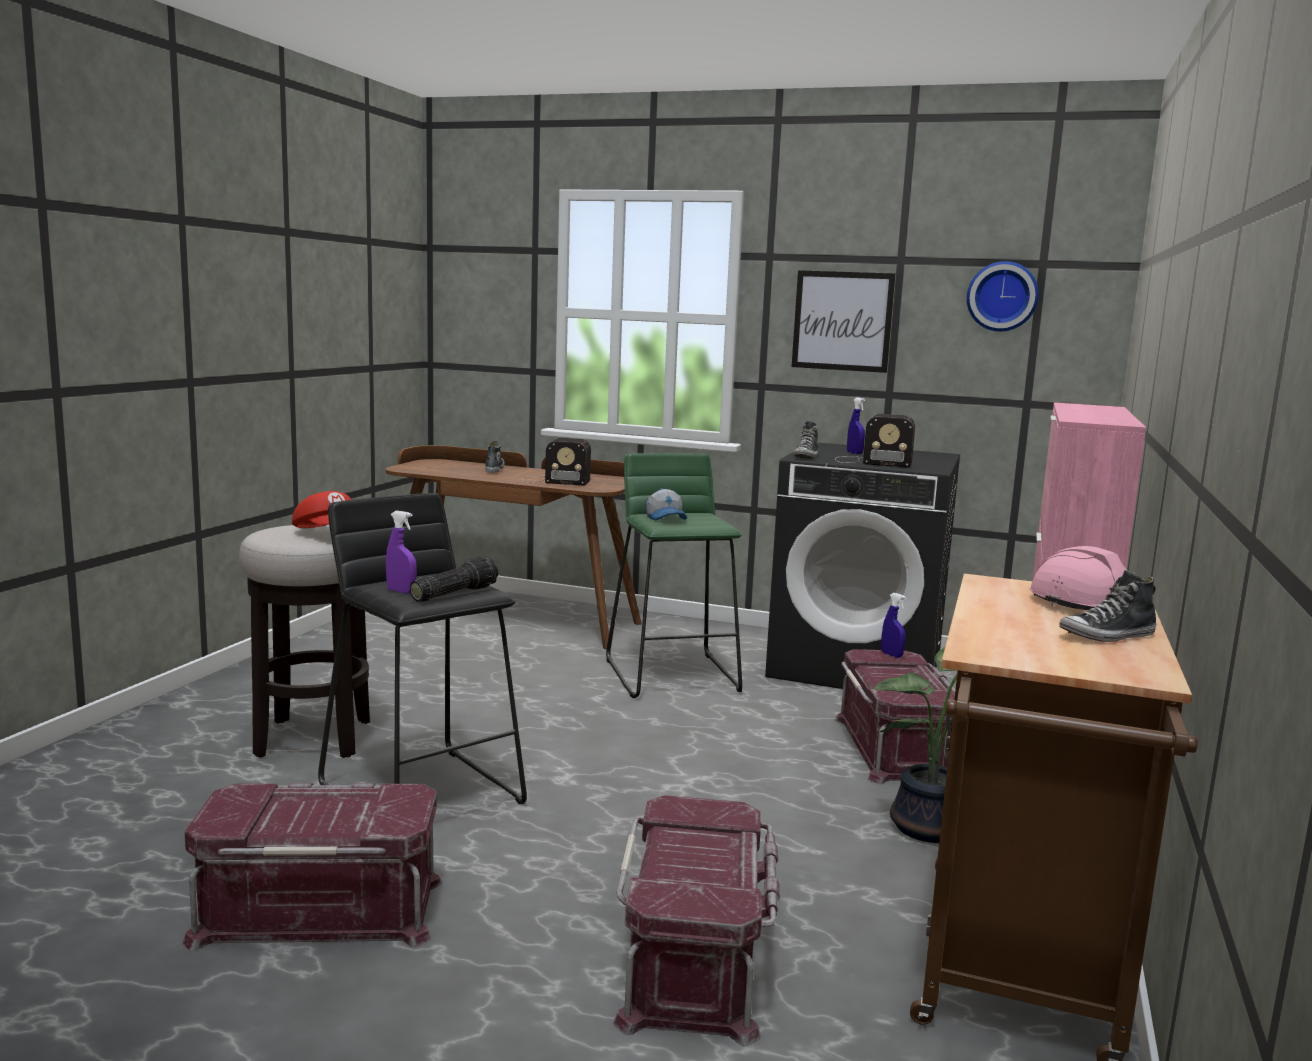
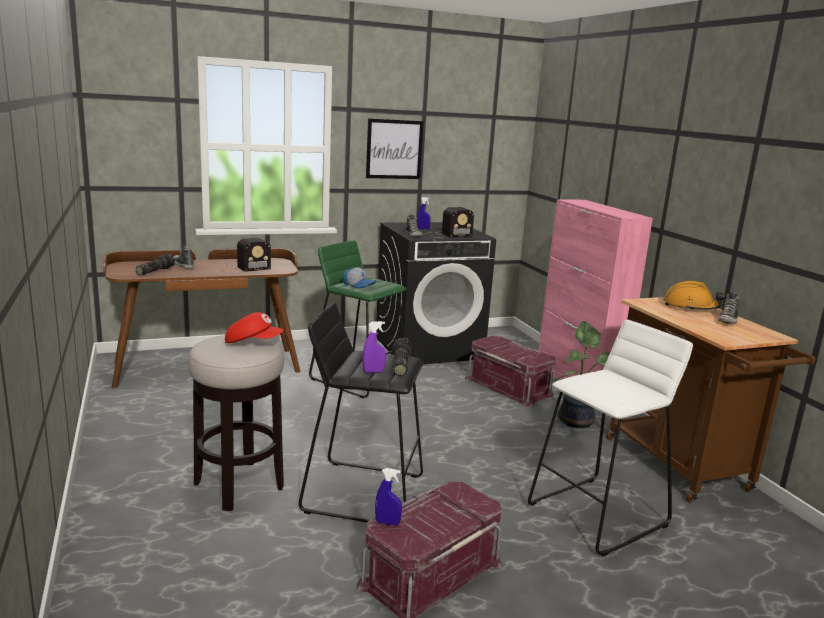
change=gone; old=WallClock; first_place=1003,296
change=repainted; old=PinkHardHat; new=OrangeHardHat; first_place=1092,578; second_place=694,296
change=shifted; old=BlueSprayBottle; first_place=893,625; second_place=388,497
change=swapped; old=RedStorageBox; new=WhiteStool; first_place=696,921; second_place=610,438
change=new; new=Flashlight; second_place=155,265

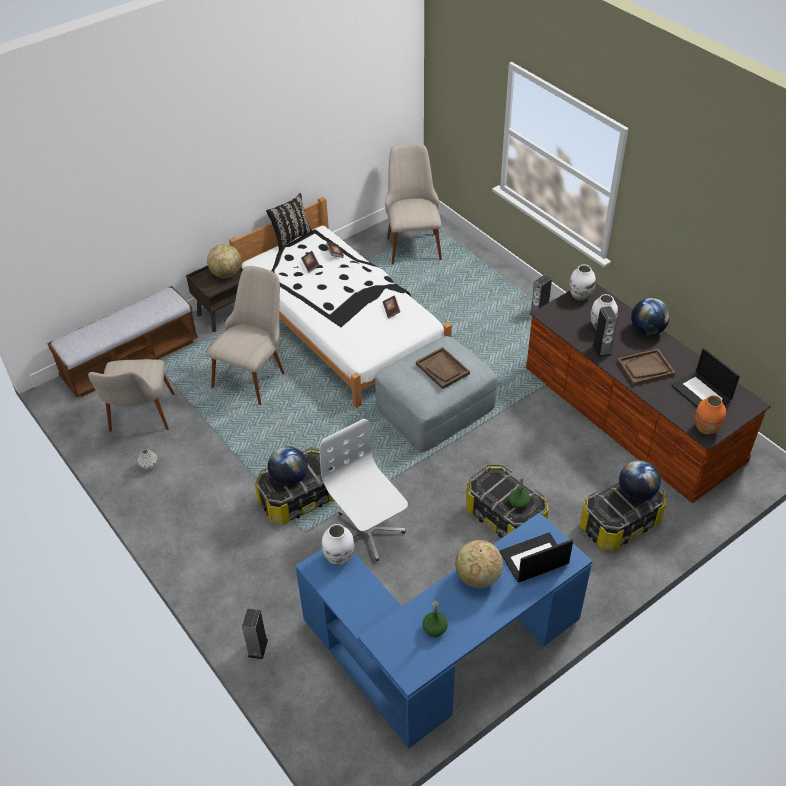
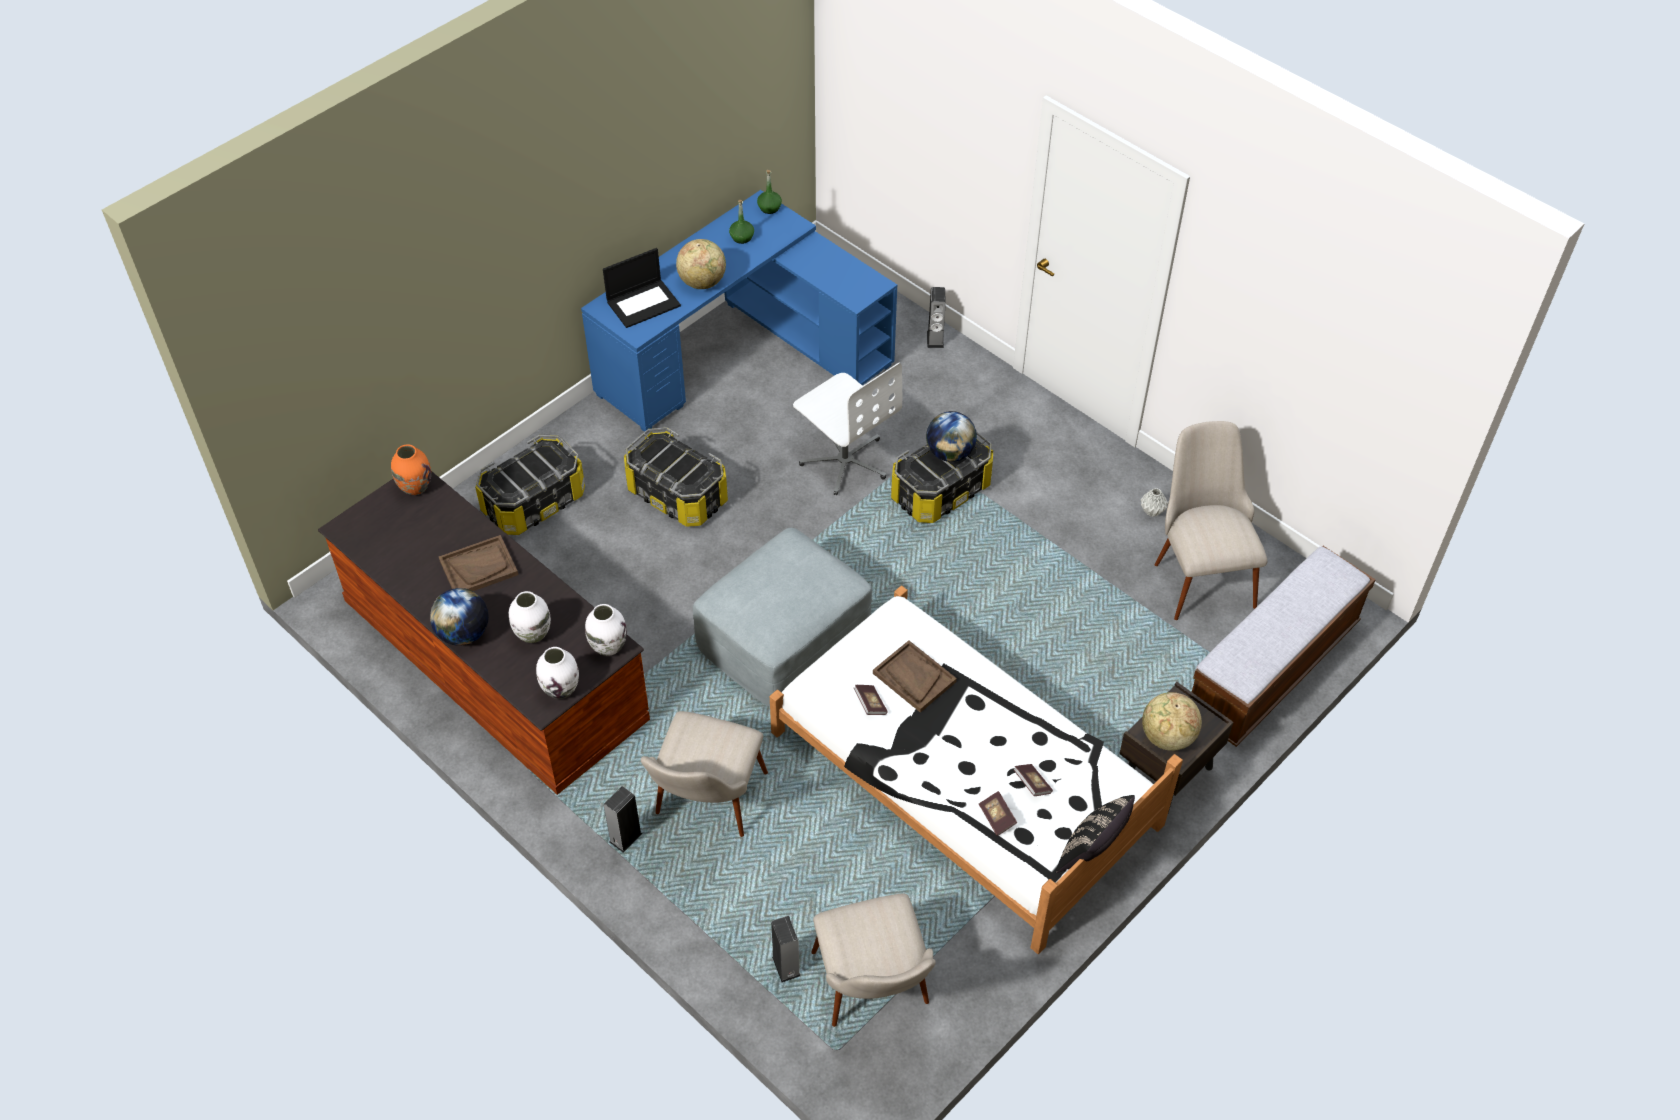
change=shifted; old=BeigeChair; first_place=246,335; second_place=704,774
change=shifted; old=Speaker; first_place=604,332; second_place=785,949
change=shifted; old=BrownTray; first_place=443,368; second_place=915,676
change=gone; old=Laptop; first_place=706,377
change=gone; old=Globe; first_place=640,480
change=shifted; old=GreenBottle; first_place=519,492; second_place=769,192
change=shifted; old=WhiteVase; first_place=338,544; second_place=606,630

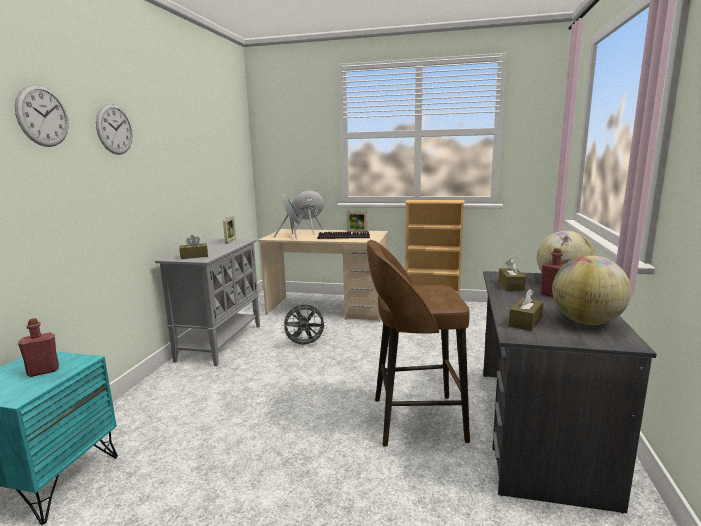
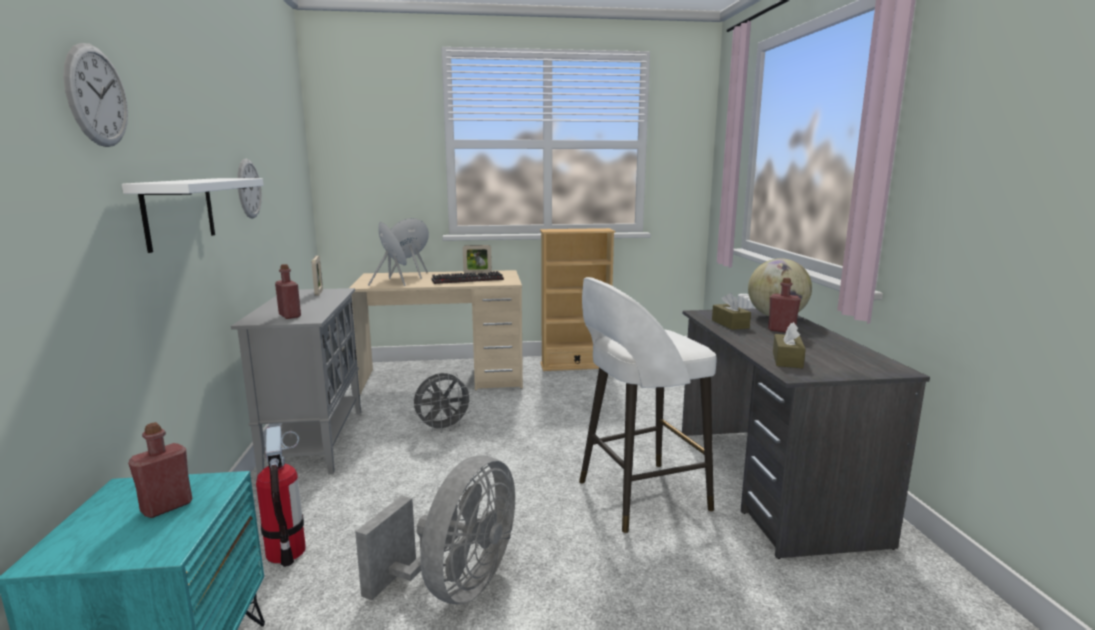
change=shifted; old=WallClock; first_place=114,129; second_place=249,189
change=swapped; old=BrownTissueBox; new=RedBottle; first_place=193,247; second_place=288,291
change=repainted; old=BrownStool; new=WhiteStool; first_place=418,343; second_place=648,405
change=gone; old=Globe; first_place=591,290
change=new; new=WhiteShelf; second_place=192,215
change=new; new=FireExtinguisher; second_place=281,496
change=new; new=GreyFan; second_place=435,529

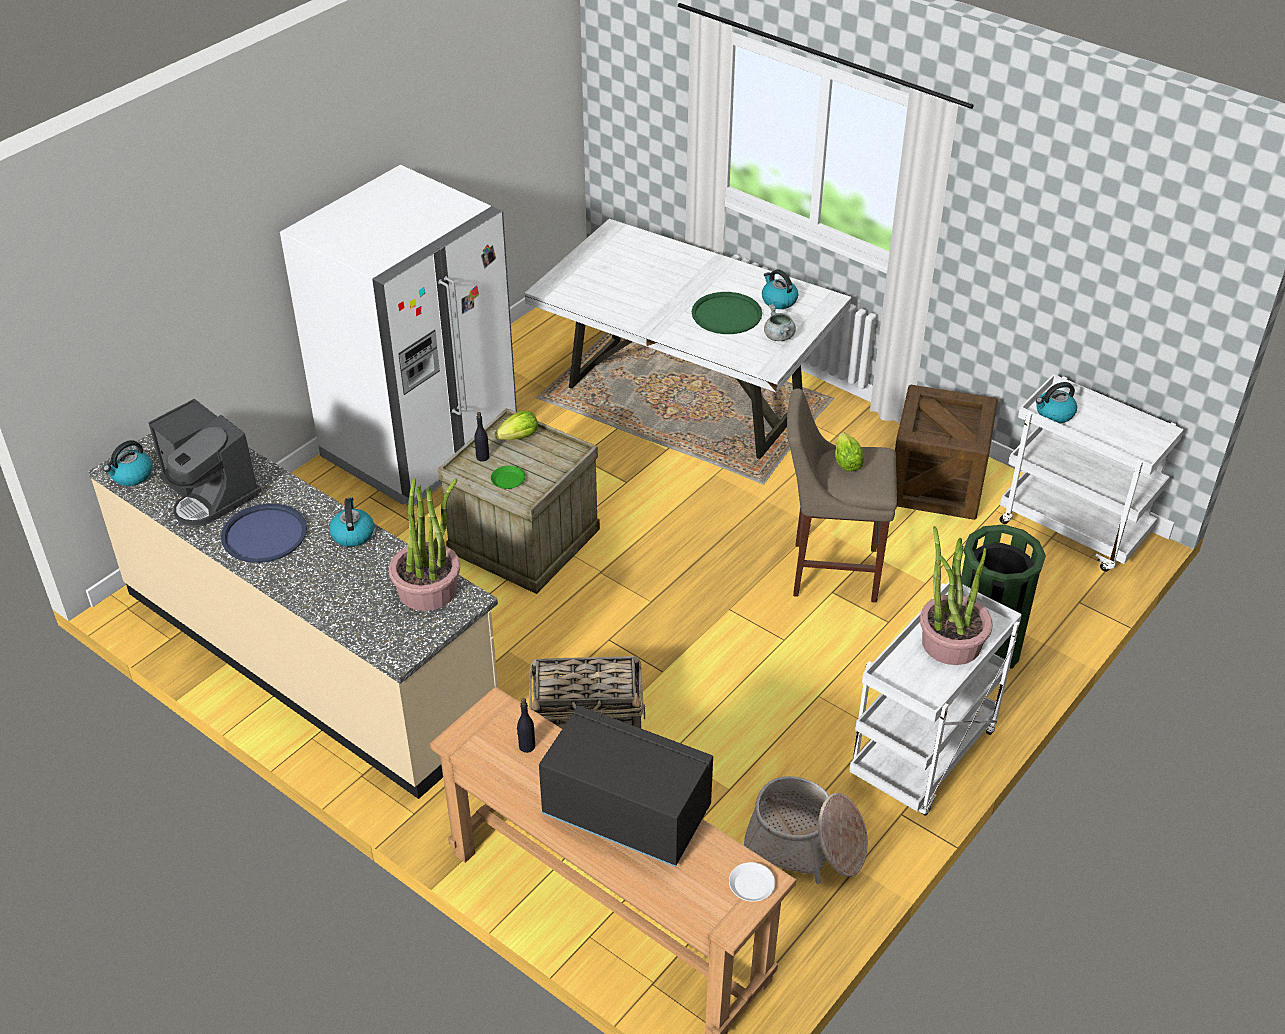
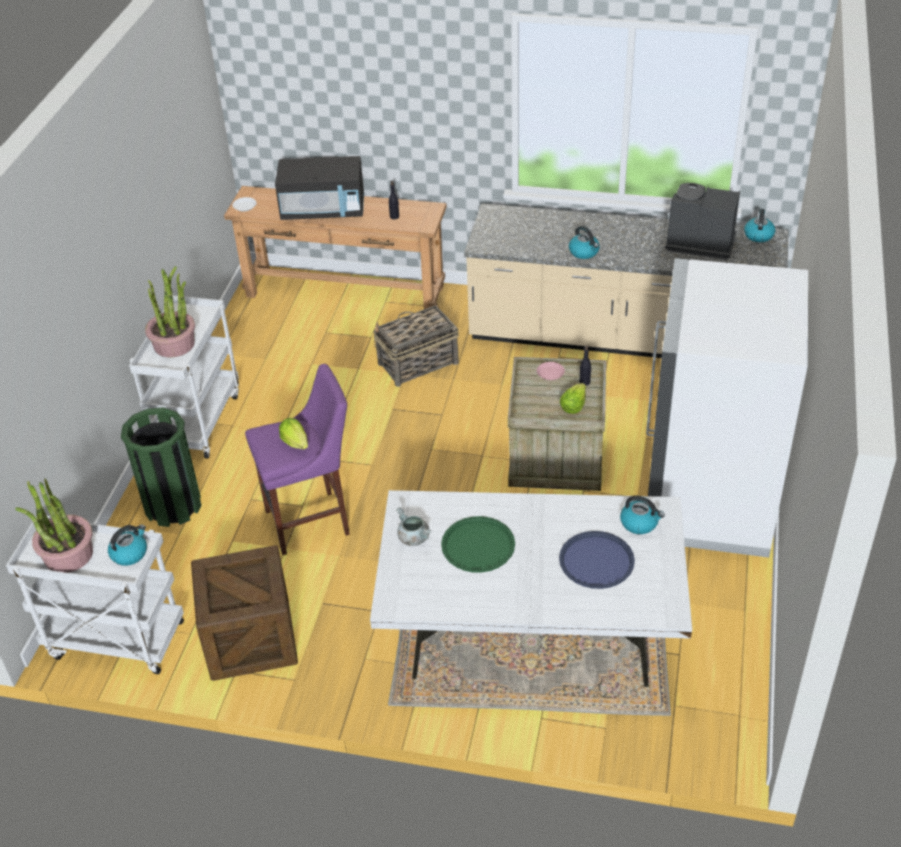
change=shifted; old=Kettle; first_place=780,289; second_place=642,515
change=repainted; old=BeigeStool; new=PurpleStool; first_place=842,495; second_place=297,459
change=repainted; old=GreenPlate; new=PinkPlate; first_place=508,477; second_place=551,371
change=shifted; old=PottedPlant; first_place=424,544; second_place=54,525
change=shifted; old=BlueTray; first_place=264,533; second_place=597,560
change=gone; old=Basket; first_place=806,830

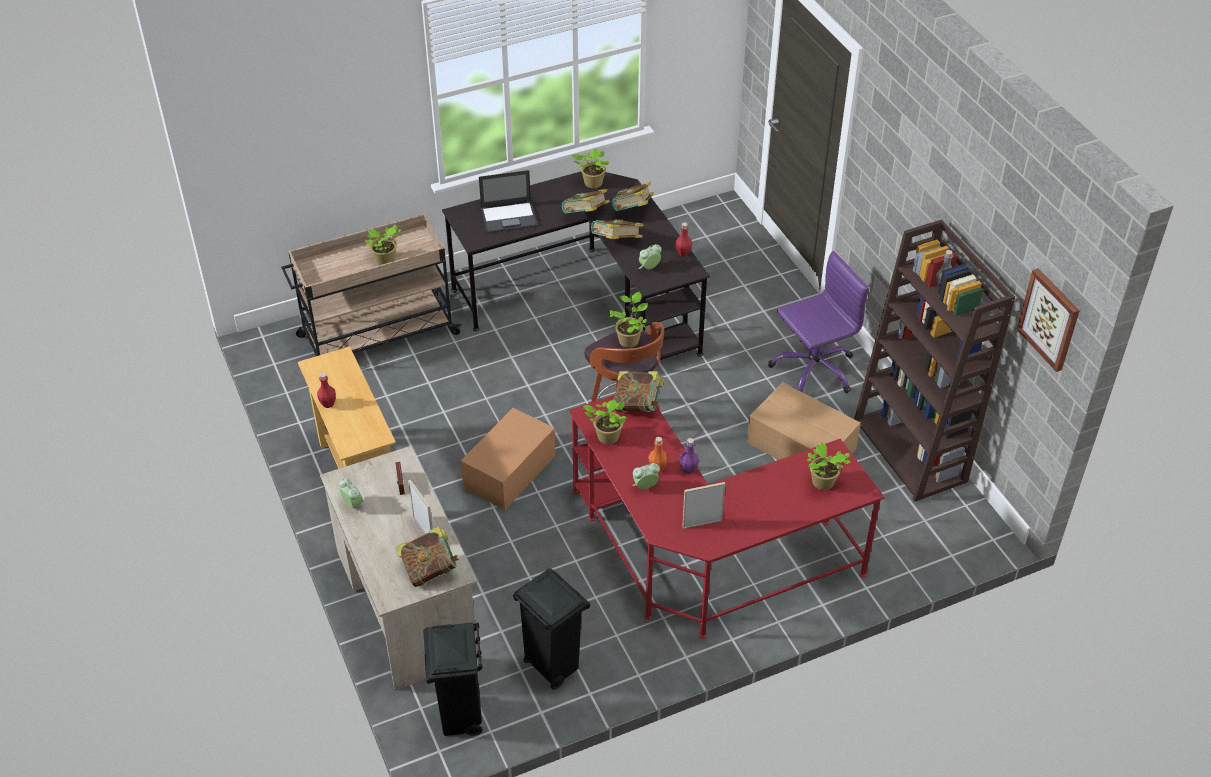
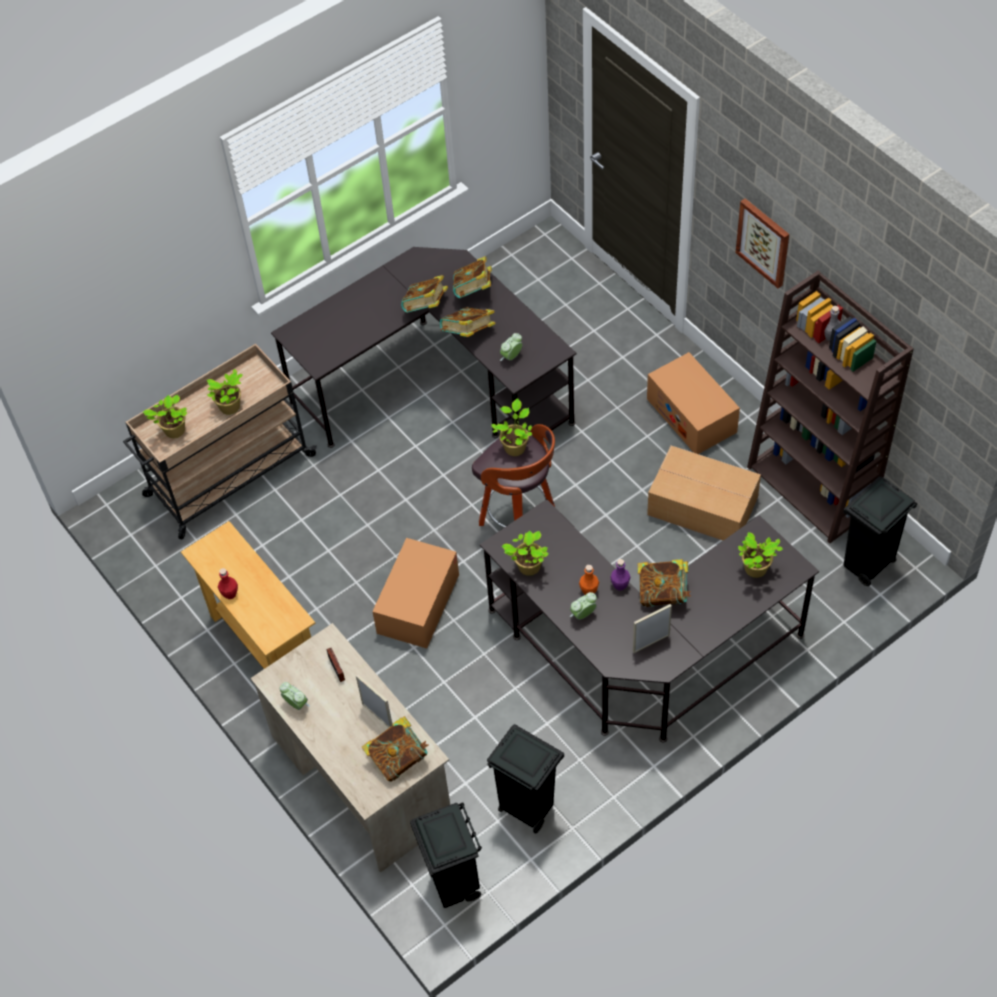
change=shifted; old=PottedPlant; first_place=590,168; second_place=165,416
change=gone; old=Laptop; first_place=508,202
change=gone; old=RedBottle; first_place=683,240
change=swapped; old=PurpleOfficeChair; new=CardboardBox; first_place=818,322; second_place=693,403
change=shifted; old=Picture; first_place=1048,320; second_place=762,243
change=shifted; old=Book; first_place=639,391; second_place=664,583
change=repainted; old=RedDesk; new=BlackDesk; first_place=727,516; second_place=649,621
change=new; new=BlackTrashCan; second_place=880,531

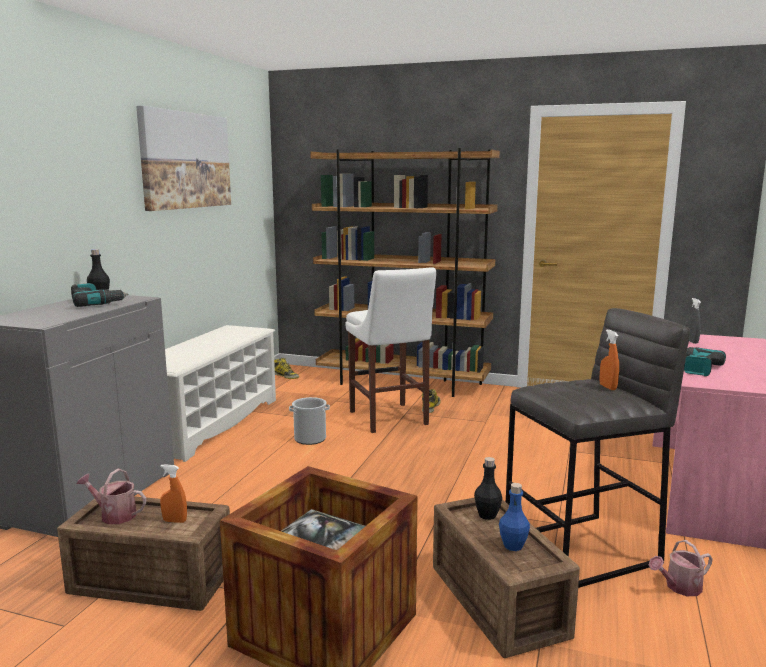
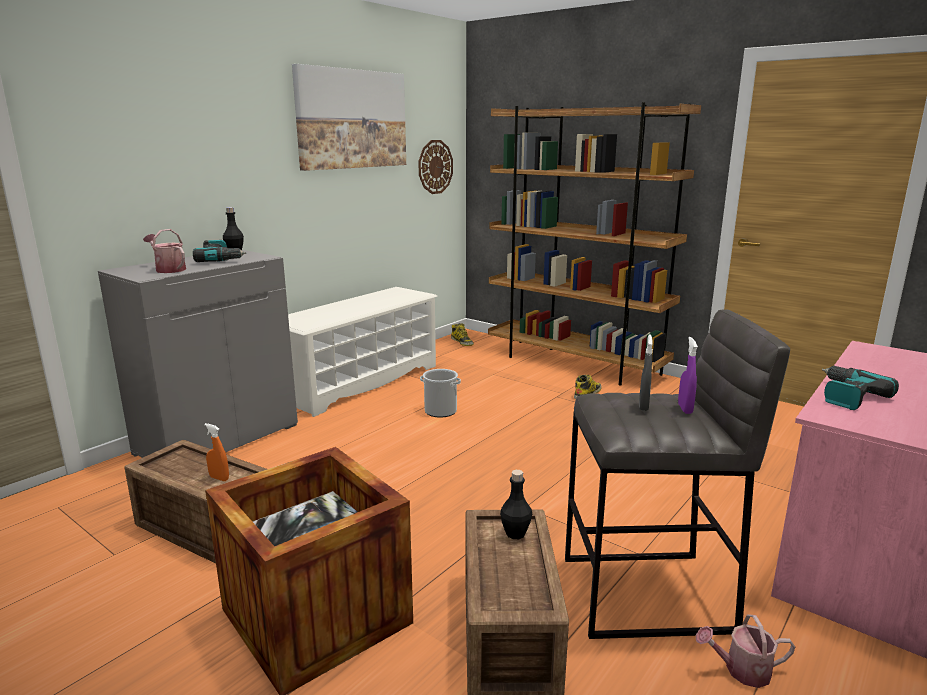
change=gone; old=WhiteStool; first_place=390,350
change=shifted; old=GreySprayBottle; first_place=693,321; second_place=646,372
change=repainted; old=OrangeSprayBottle; new=PurpleSprayBottle; first_place=609,359; second_place=688,375
change=shifted; old=WateringCan; first_place=111,496; second_place=164,251
change=gone; old=BlueBottle; first_place=514,517
change=new; new=WallClock; second_place=435,167

